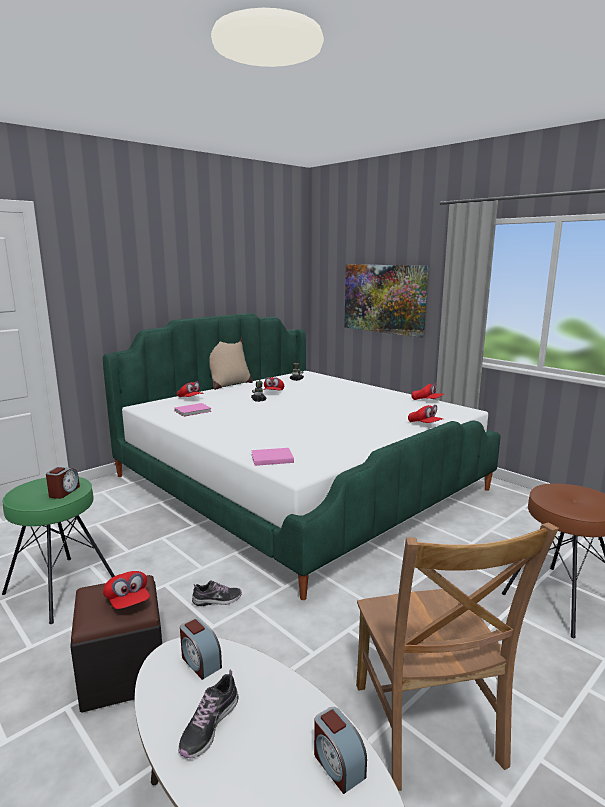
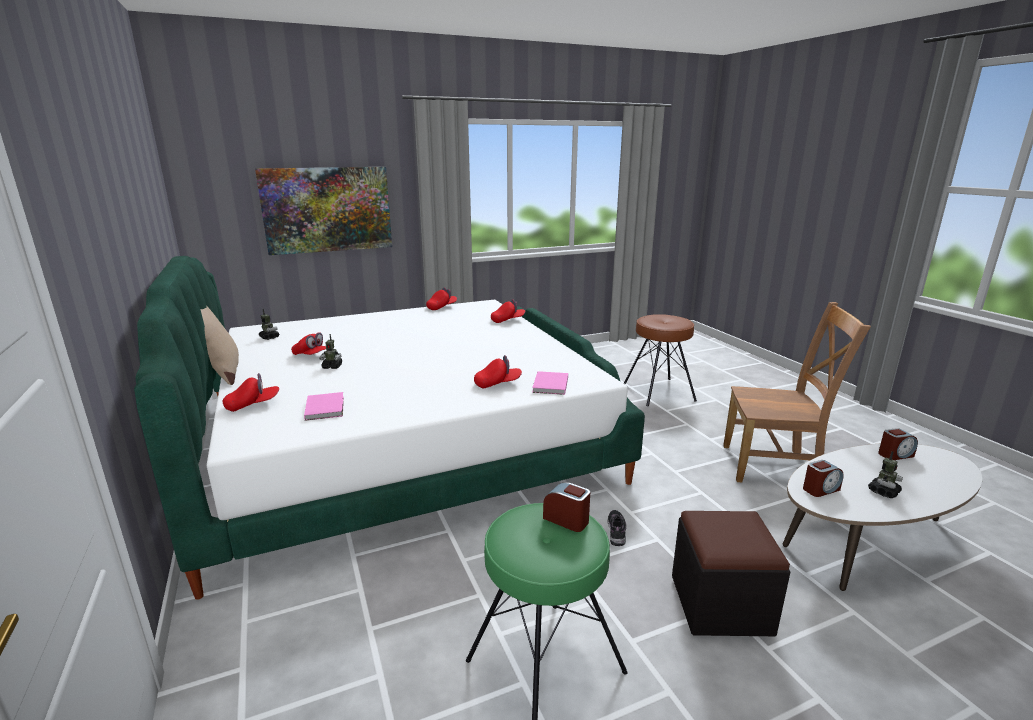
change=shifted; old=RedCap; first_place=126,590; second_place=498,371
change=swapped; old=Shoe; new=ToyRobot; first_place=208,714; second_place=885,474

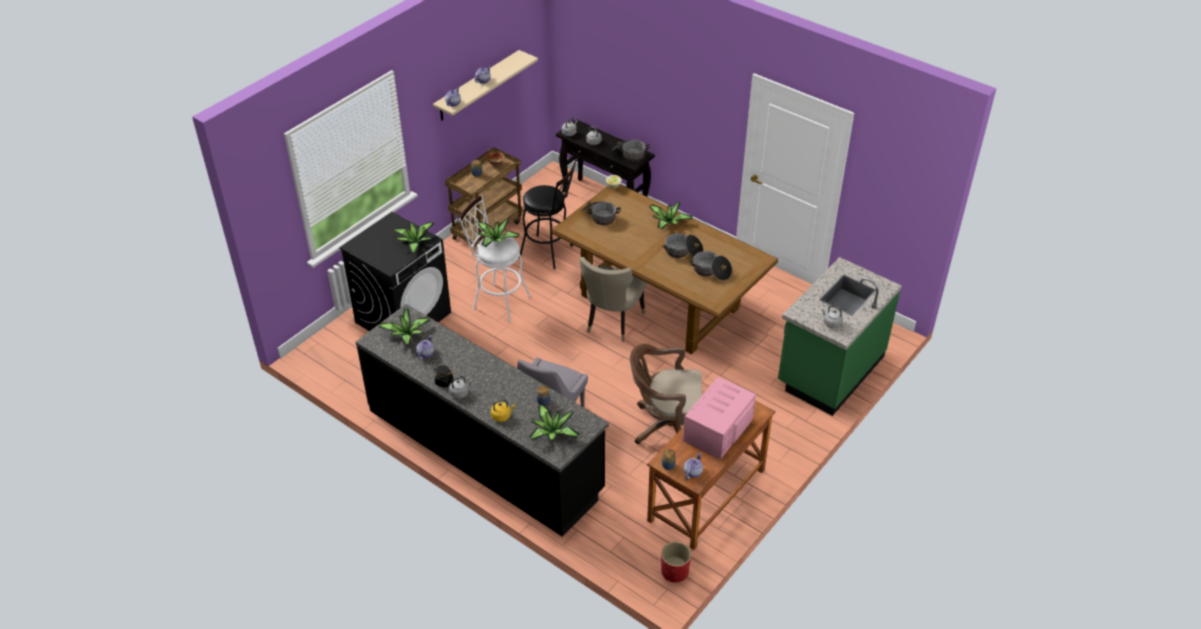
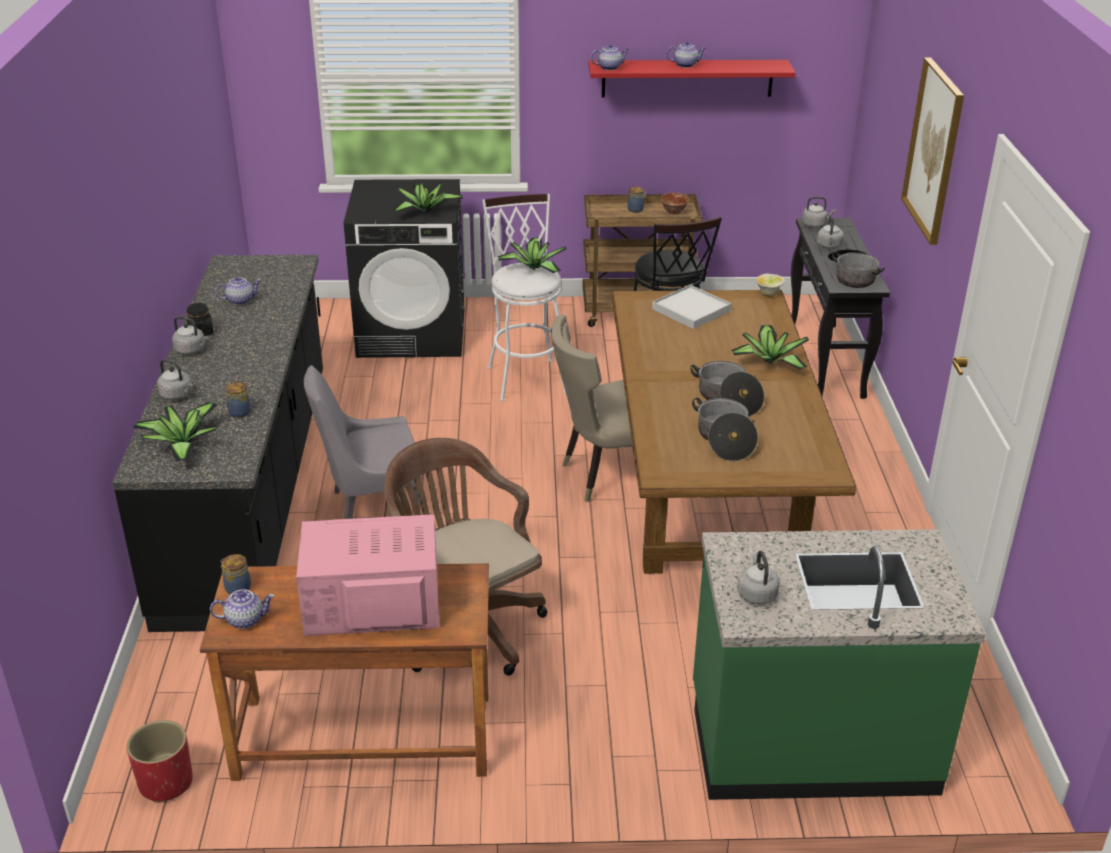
change=repainted; old=BeigeShelf; new=RedShelf; first_place=485,85; second_place=692,78
change=swapped; old=CookingPot; new=WhiteTray; first_place=601,213; second_place=692,307
change=gone; old=PottedPlant; first_place=405,326
change=repainted; old=YellowKettle; new=GreyKettle; first_place=503,410; second_place=175,379
change=new; new=Picture; second_place=932,151

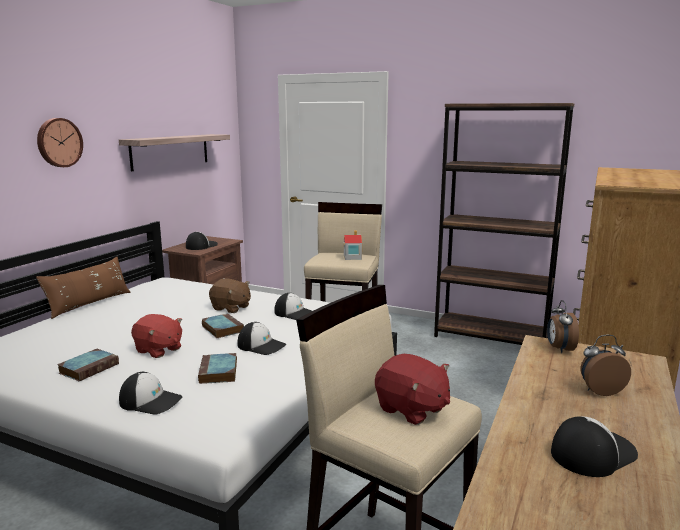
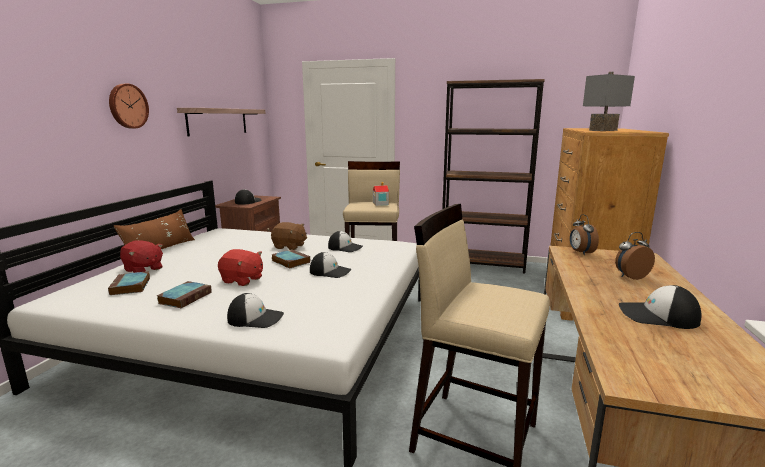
change=shifted; old=Book; first_place=217,368; second_place=129,283
change=shifted; old=RedPlushToy; first_place=412,389; second_place=141,256
change=rotated; old=Cap; first_place=594,446; second_place=660,307; degrees=-120
change=new; new=GreyTableLamp; second_place=609,101

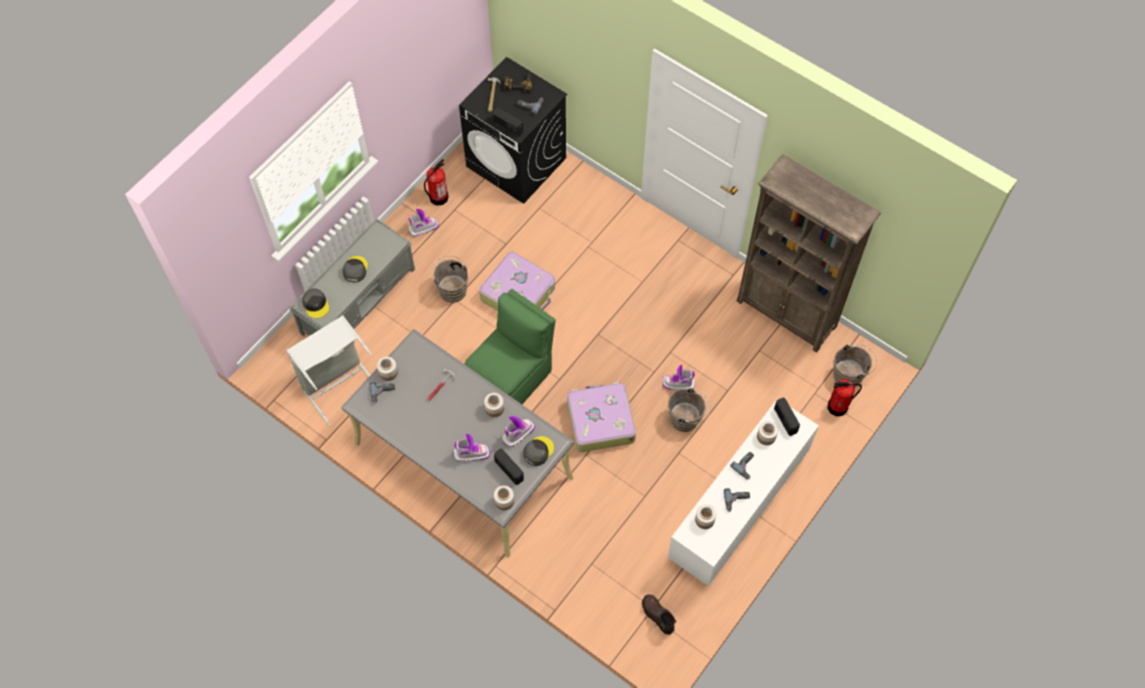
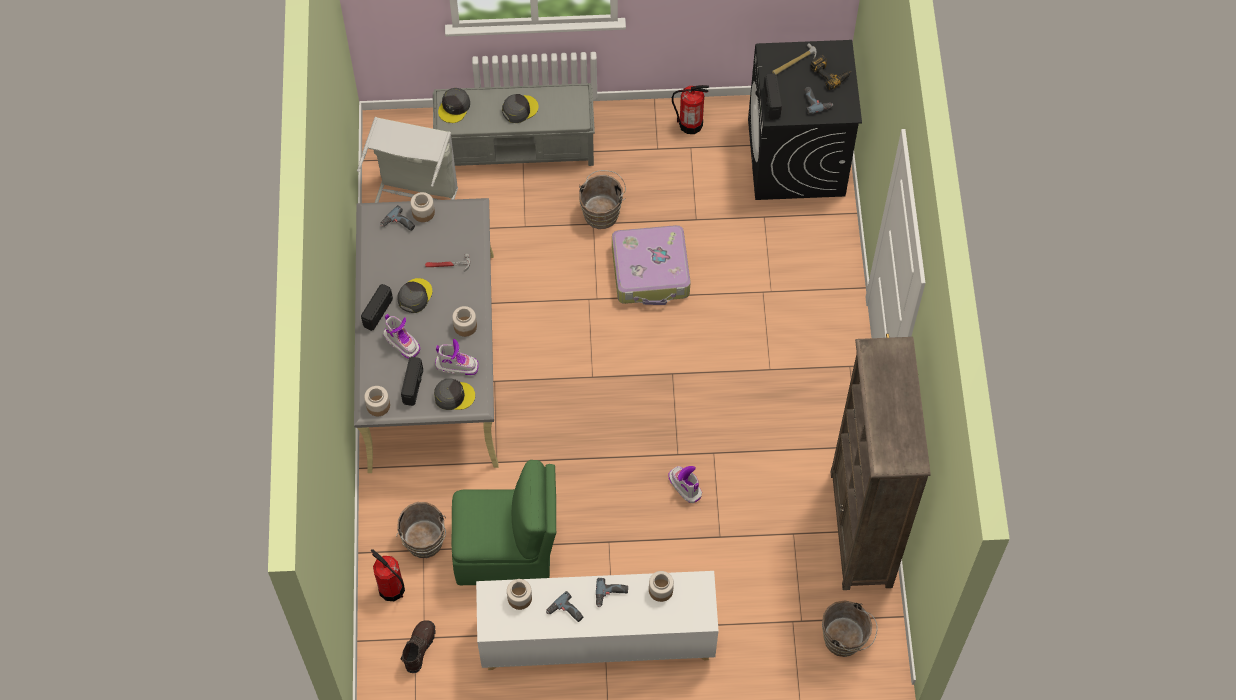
change=gone; old=Boot; first_place=423,223
change=shifted; old=GreenChair; first_place=510,346; second_place=504,522
change=shifted; old=FireExtinguisher; first_place=845,397; second_place=388,575
change=gone; old=Suitcase; first_place=601,417
change=shifted; old=BrownBucket; first_place=689,410; second_place=421,530
change=shifted; old=Radio; first_place=787,417; second_place=377,307
change=new; new=GreyCap; second_place=414,295

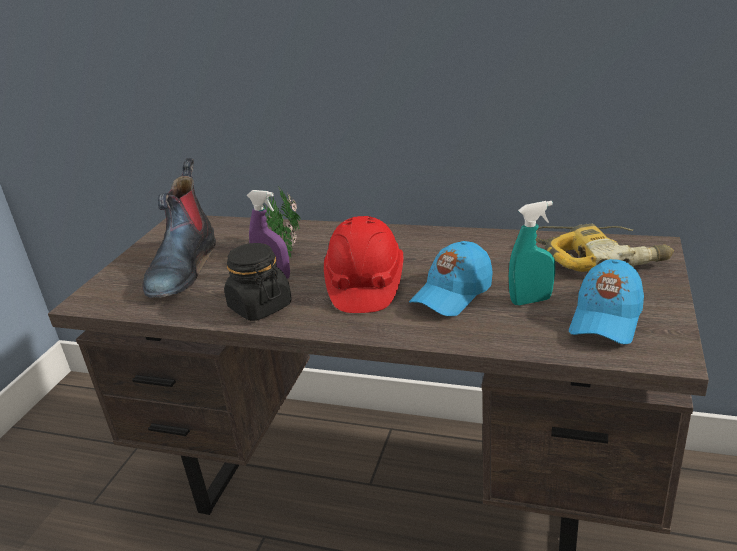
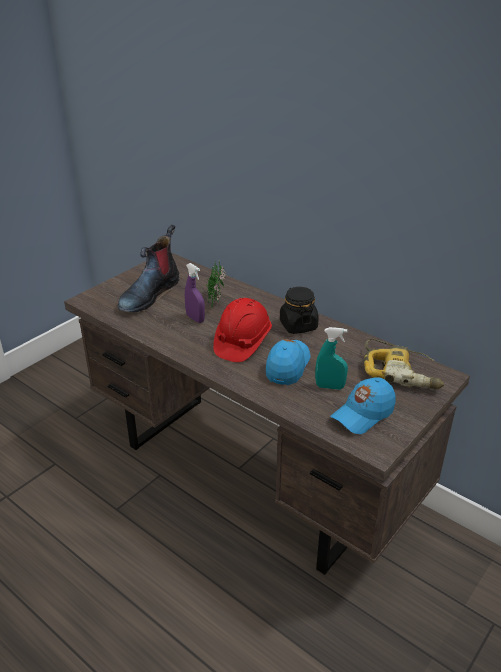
change=rotated; old=BlueCap; first_place=451,278; second_place=288,362; degrees=135
change=shifted; old=BlackJar; first_place=258,282; second_place=299,310

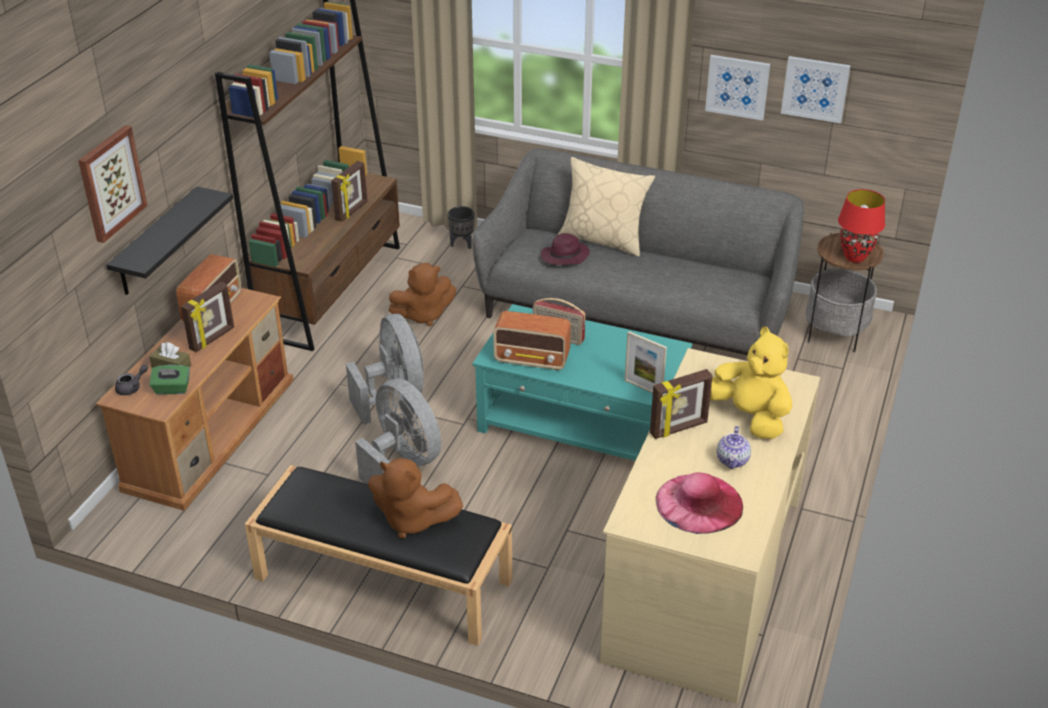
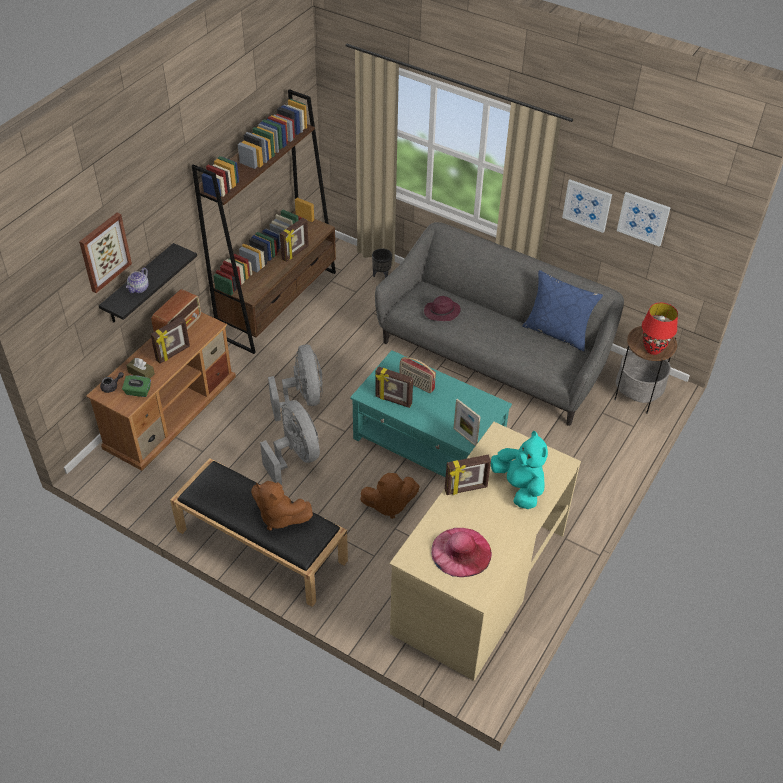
change=gone; old=BeigePillow; first_place=606,207
change=shifted; old=BrownPlushToy; first_place=422,294; second_place=390,496
change=swapped; old=Radio; new=PictureFrame; first_place=532,340; second_place=394,387
change=repainted; old=YellowPlushToy; new=TurquoisePlushToy; first_place=751,383; second_place=519,470
change=shifted; old=Teapot; first_place=734,447; second_place=137,280
change=new; new=BluePillow; second_place=562,311

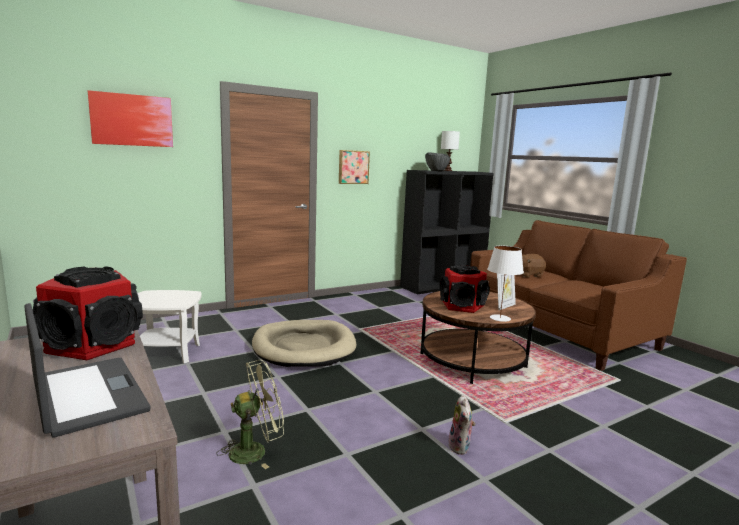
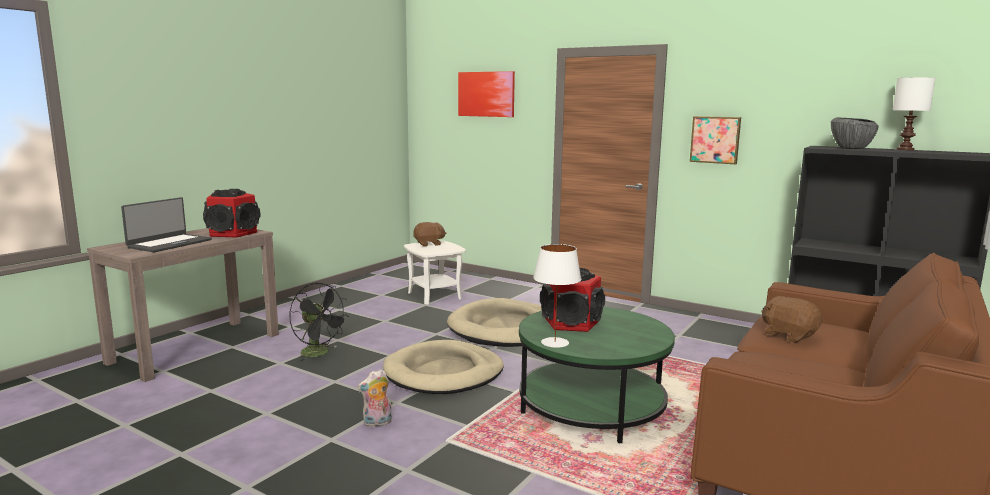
change=gone; old=PictureFrame; first_place=506,291
change=repainted; old=BrownCoffeeTable; new=GreenCoffeeTable; first_place=478,337; second_place=597,375
change=repainted; old=GreenFan; new=BlackFan; first_place=250,414; second_place=319,322
change=new; new=BrownPlushToy; second_place=429,234
change=new; new=BeigeDogBed; second_place=443,367

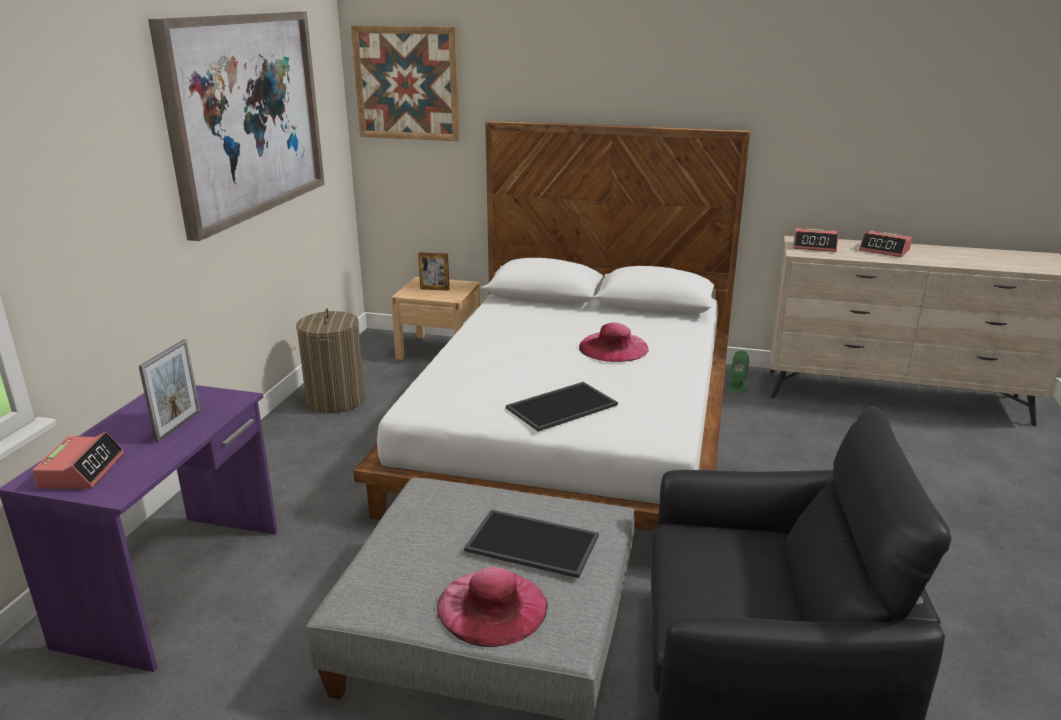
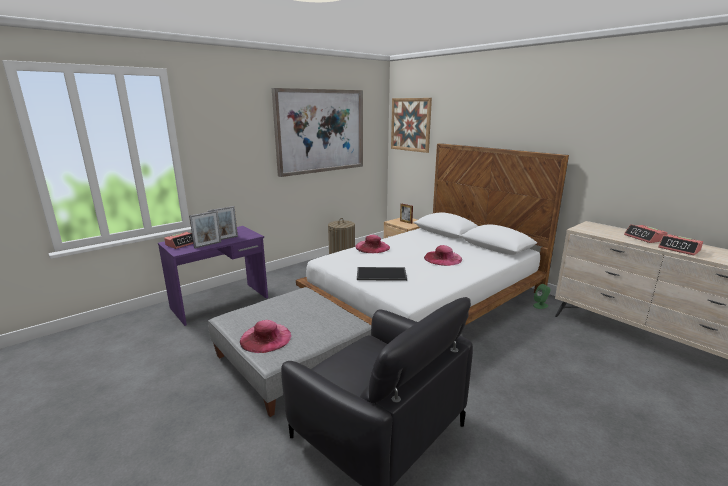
change=shifted; old=AlarmClock; first_place=816,240; second_place=680,245
change=gone; old=Tray; first_place=531,544
change=new; new=PictureFrame; second_place=205,229
change=new; new=PinkHat; second_place=372,244

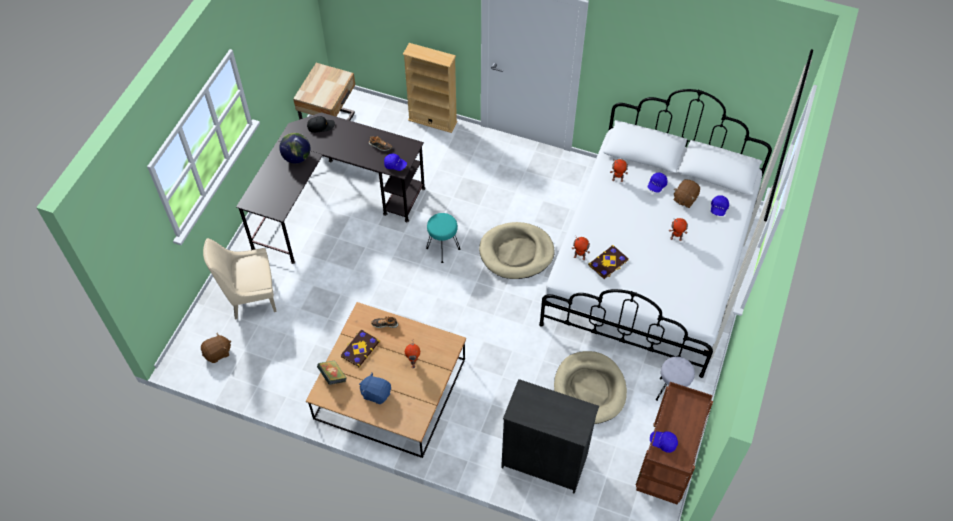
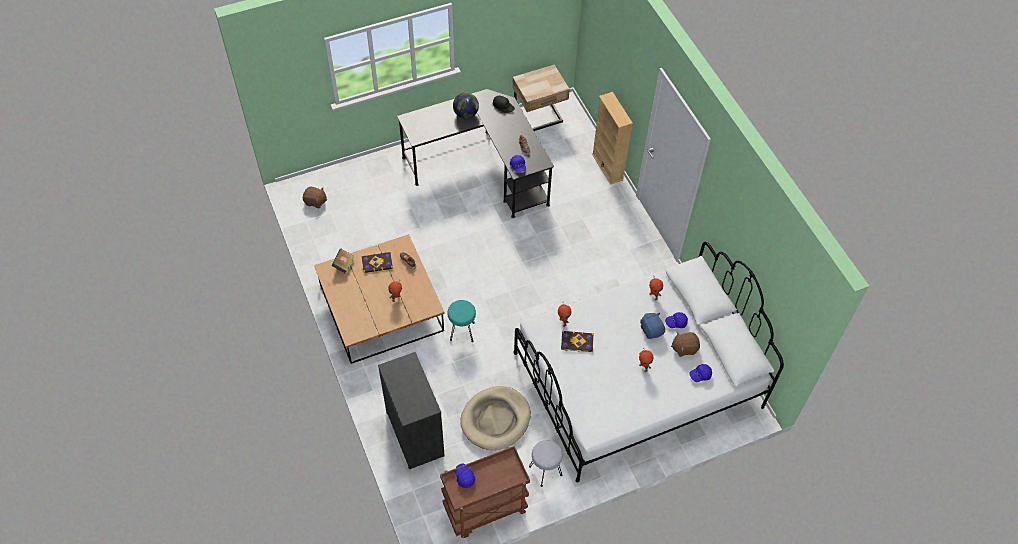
change=shifted; old=TurquoiseStool; first_place=443,238; second_place=461,321
change=gone; old=BeigeDogBed; first_place=517,250
change=gone; old=BeigeChair; first_place=240,279
change=shifted; old=BluePlushToy; first_place=375,388; second_place=652,326

